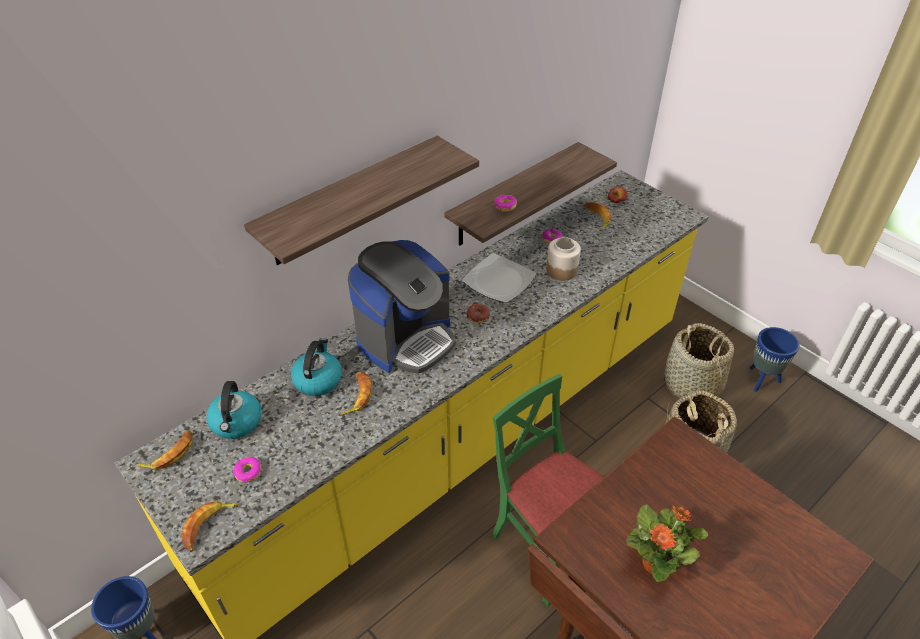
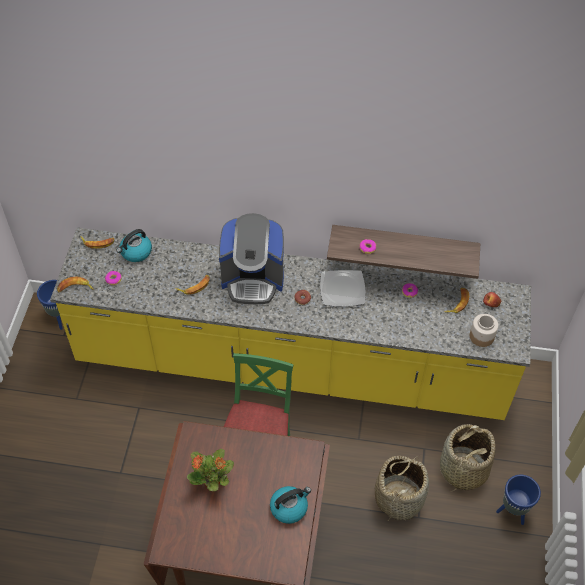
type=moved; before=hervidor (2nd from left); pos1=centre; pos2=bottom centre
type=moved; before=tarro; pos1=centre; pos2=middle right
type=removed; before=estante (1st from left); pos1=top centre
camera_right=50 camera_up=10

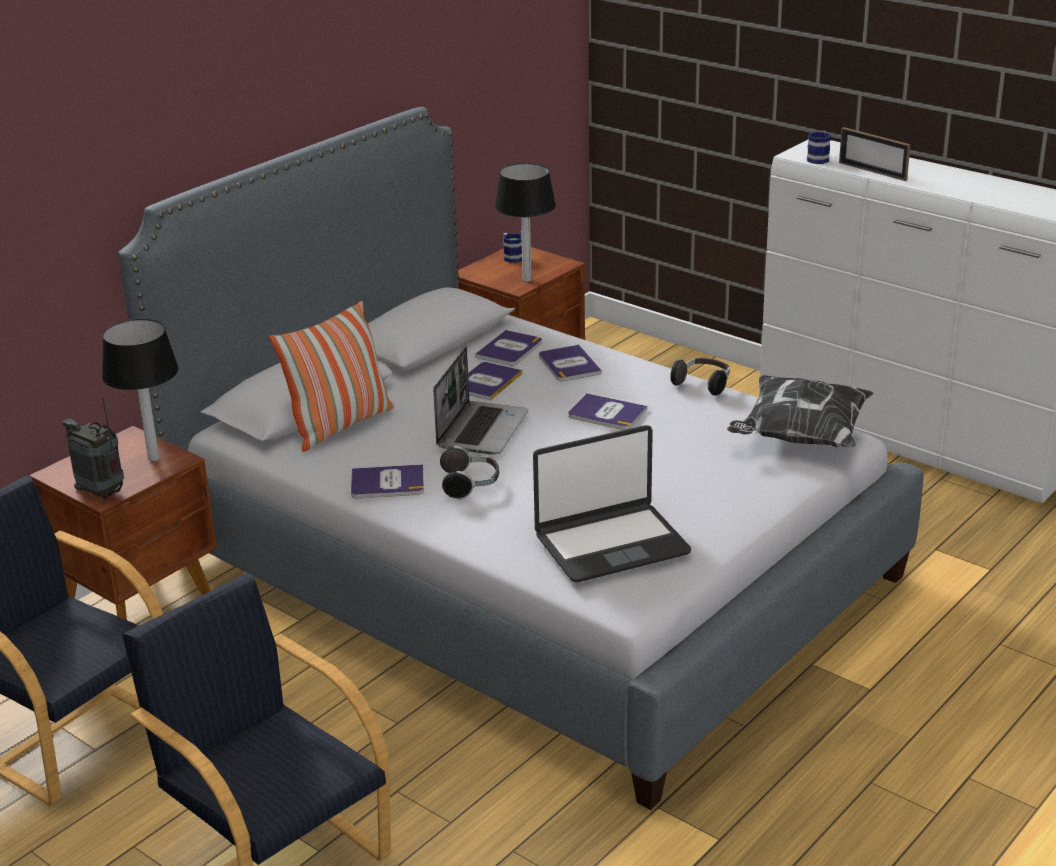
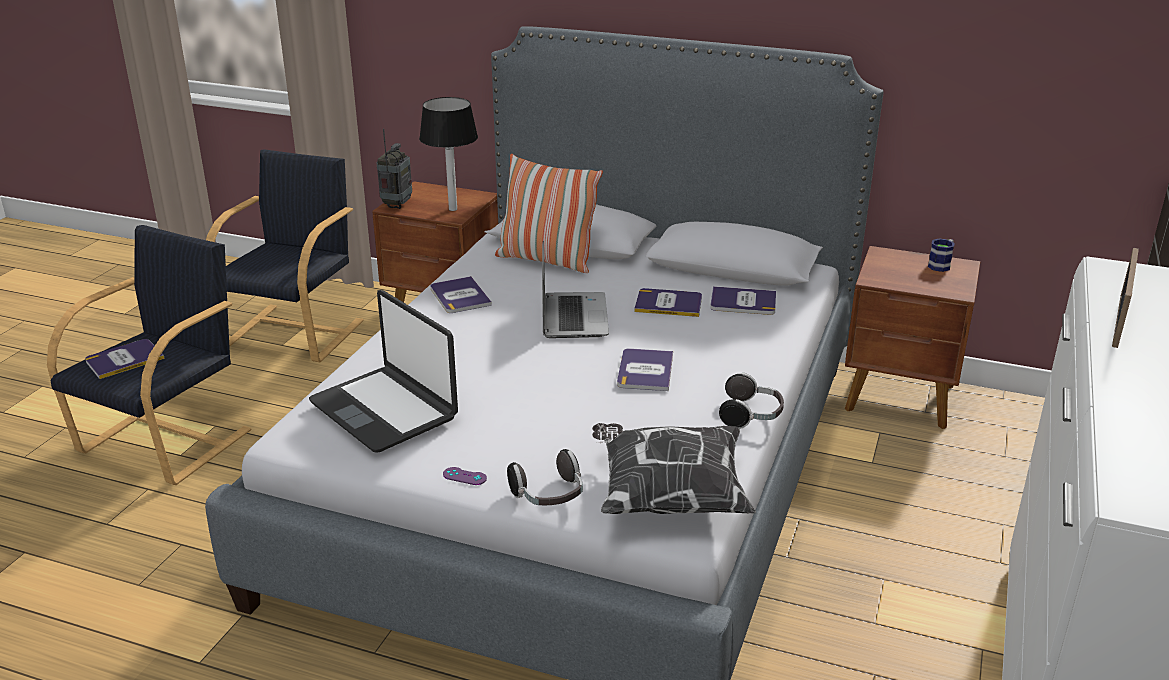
type=moved; before=libro (4th from left in the first image); after=libro (1st from left); pos1=centre; pos2=middle left
type=added; after=mando de consola/morado; pos2=bottom centre
type=moved; before=auriculares (1st from left); pos1=centre; pos2=bottom centre
type=turned; before=portátil (1st from left in the first image); pos1=centre; pos2=centre; turn=-90
type=removed; before=lámpara de mesa (2nd from left); pos1=top centre
type=removed; before=taza grande (2nd from left); pos1=top right
camera_right=70 camera_up=0

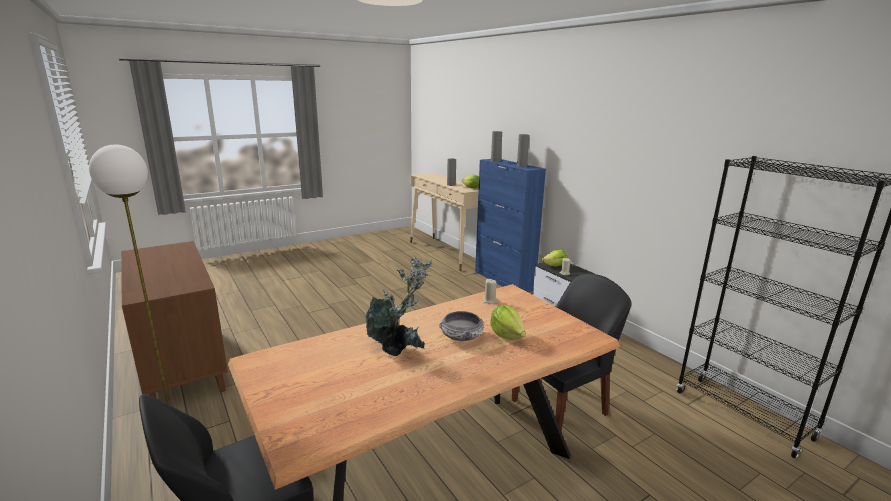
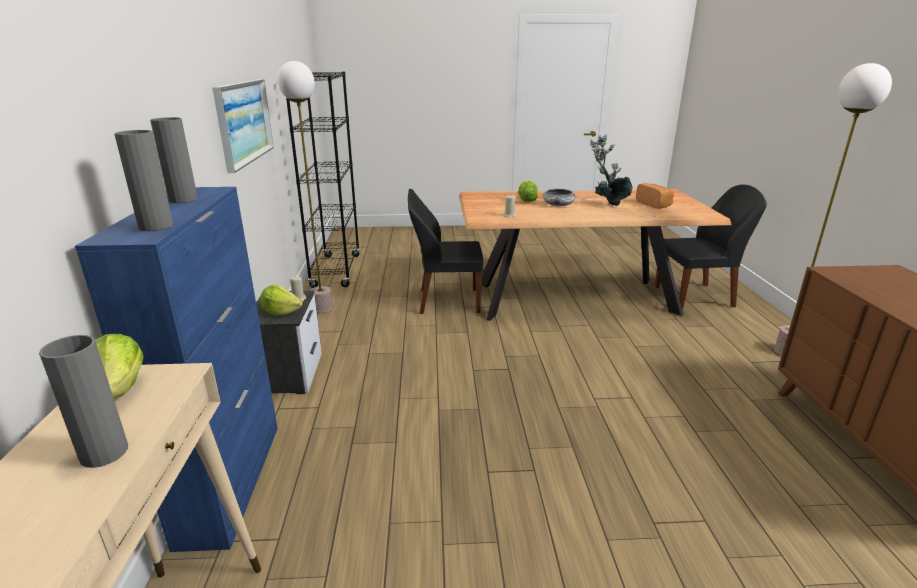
type=added; after=cuadro; pos2=top left
type=added; after=lámpara de pie (1st from left); pos2=top left
type=added; after=pan; pos2=middle right
camera_right=-150 camera_up=5

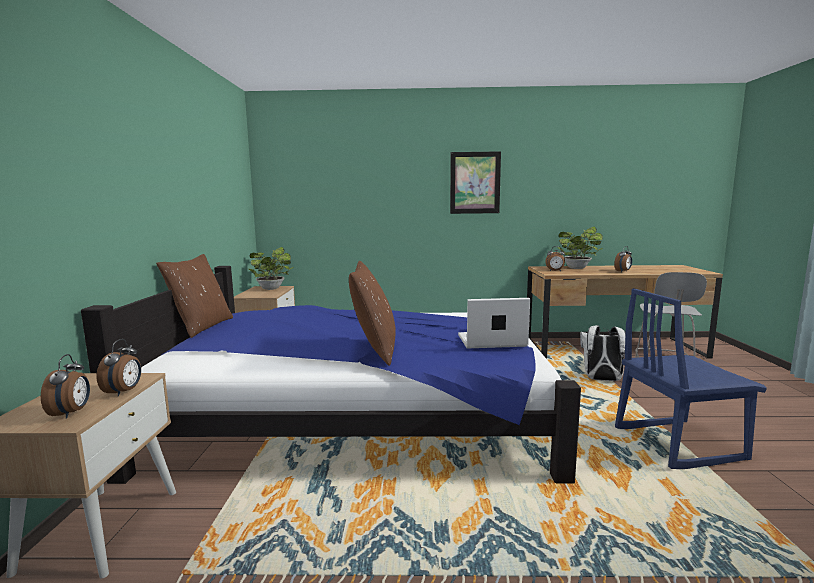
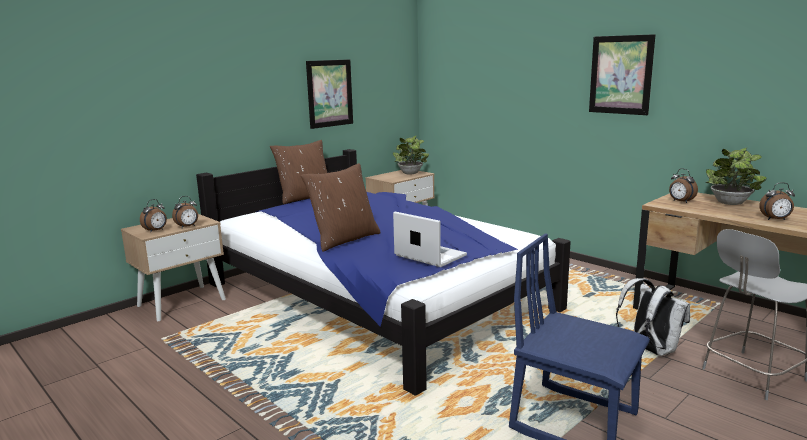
type=added; after=cuadro (1st from left); pos2=top centre
camera_right=45 camera_up=5

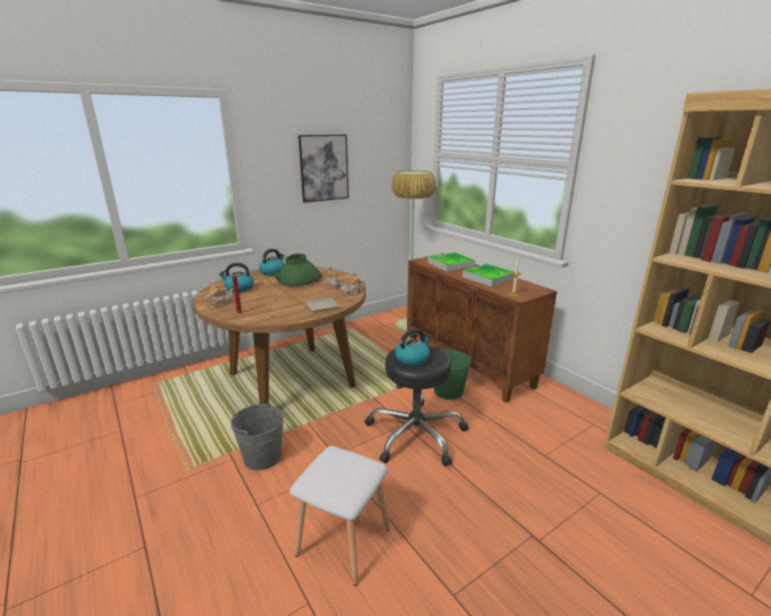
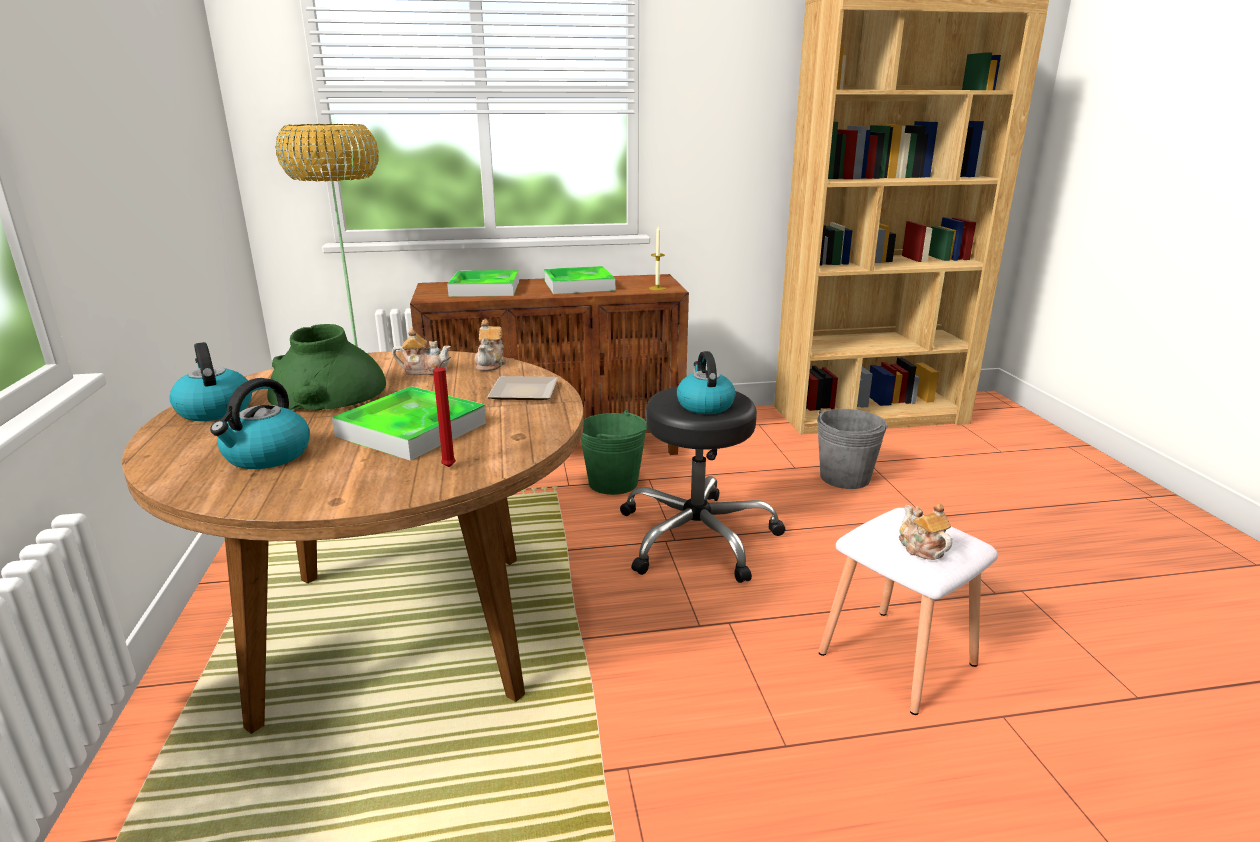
type=added; after=bandeja (1st from left); pos2=middle left
type=moved; before=cubo/gris; pos1=bottom centre; pos2=middle right
type=moved; before=tetera (1st from left in the first image); after=tetera (3rd from left); pos1=middle left; pos2=middle right
type=removed; before=cuadro; pos1=top centre
camera_right=-65 camera_up=0

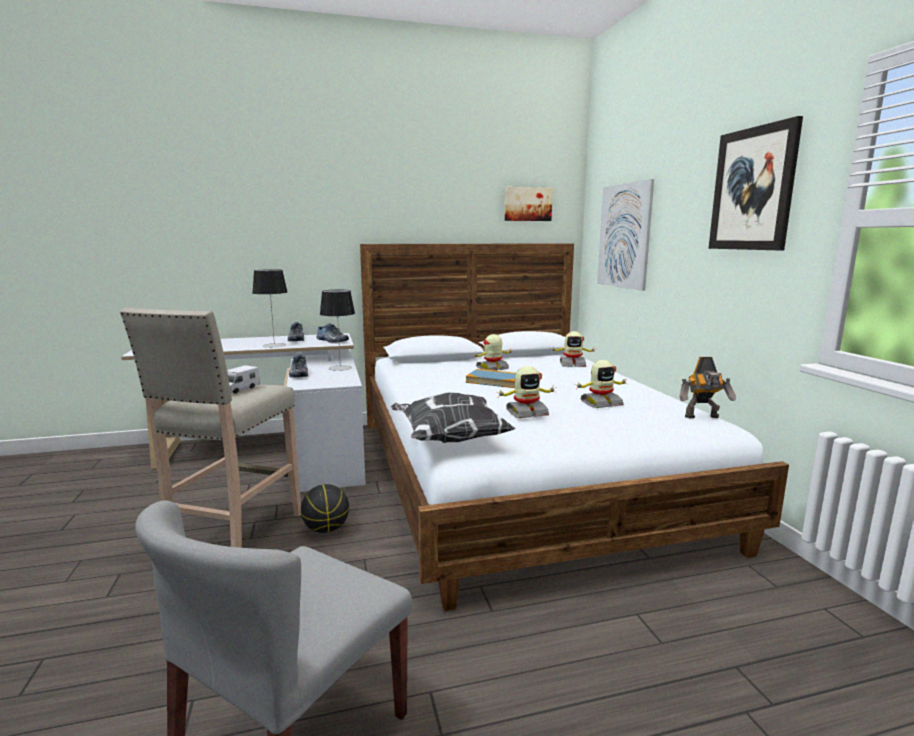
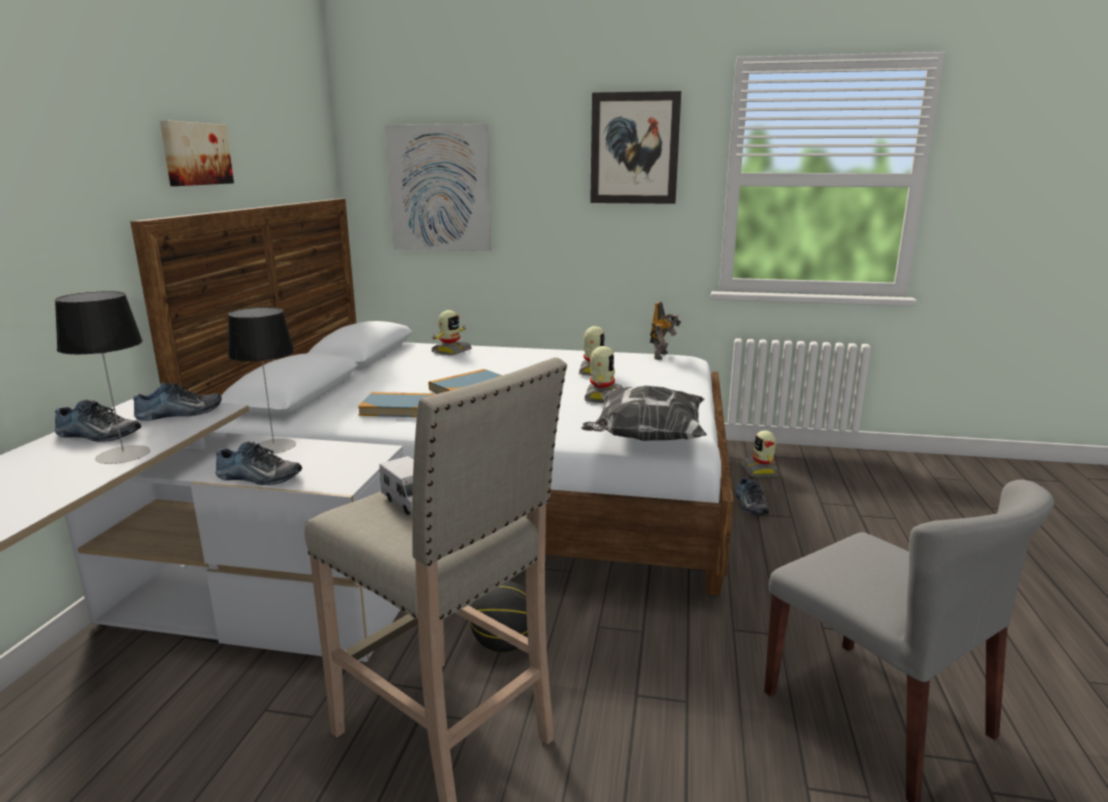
type=moved; before=cuadro (1st from left); pos1=top centre; pos2=top left
type=added; after=libro (1st from left); pos2=centre
type=added; after=zapato (4th from left); pos2=middle right
type=moved; before=robot de juguete (1st from left in the first image); after=robot de juguete (5th from left); pos1=centre; pos2=middle right
camera_right=-65 camera_up=5

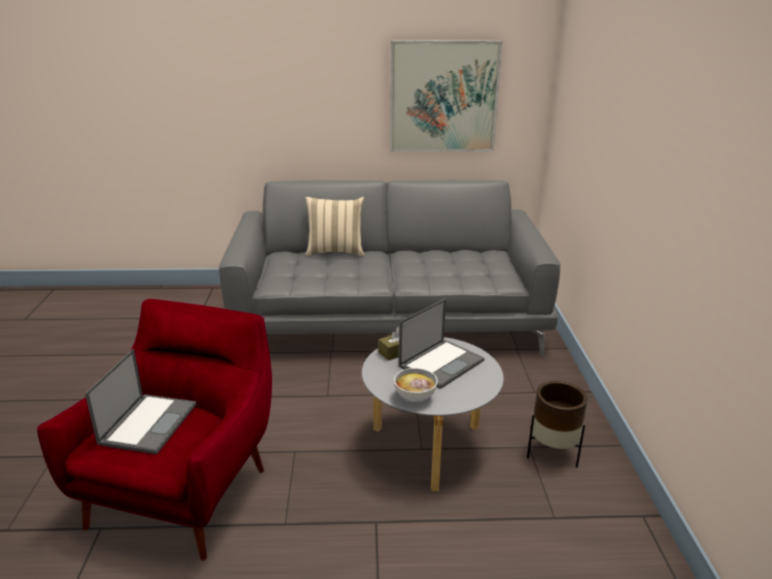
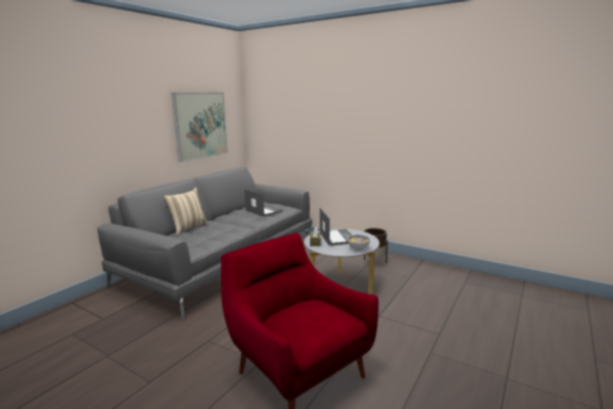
type=moved; before=portátil (1st from left); pos1=bottom left; pos2=centre
camera_right=-55 camera_up=-10

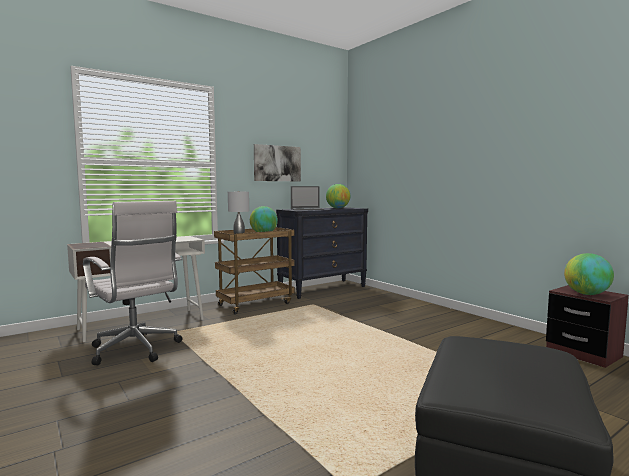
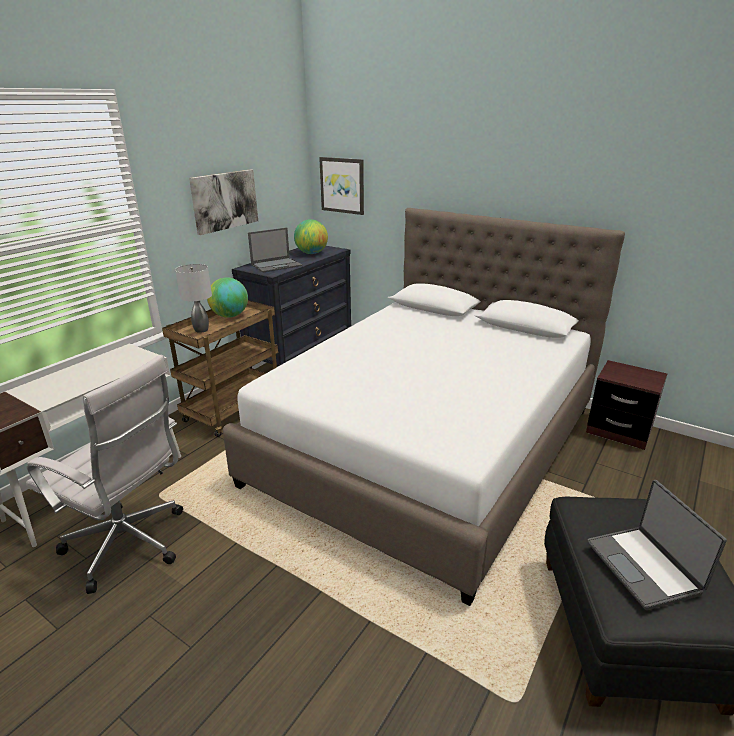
type=added; after=cama/blanco; pos2=centre
type=added; after=cuadro (2nd from left); pos2=top centre
type=added; after=portátil (2nd from left); pos2=bottom right
type=removed; before=globo terráqueo (3rd from left); pos1=middle right
camera_right=-20 camera_up=20

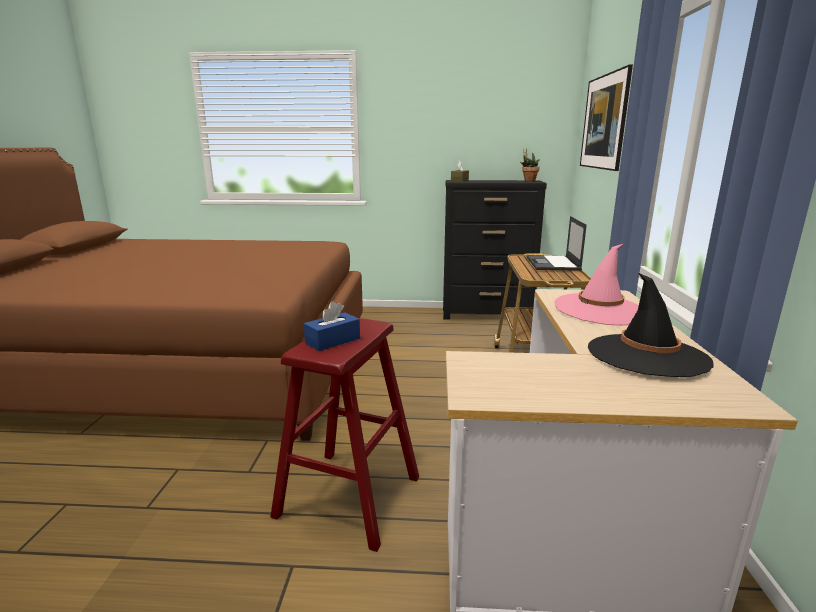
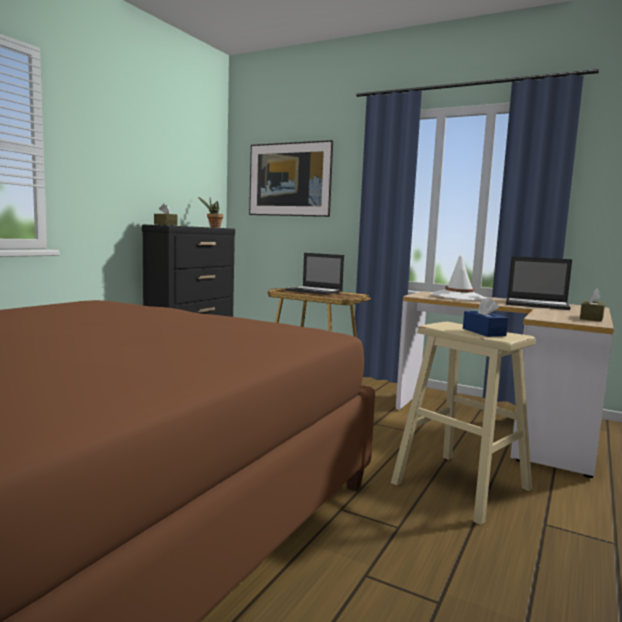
type=recoloured; before=taburete/rojo; after=taburete/beis; pos1=bottom centre; pos2=bottom right
type=recoloured; before=sombrero/rosa; after=sombrero/blanco; pos1=middle right; pos2=middle right
type=replaced; before=sombrero/negro; after=portátil (2nd from left); pos1=middle right; pos2=middle right
type=added; after=caja de pañuelos/marrón (2nd from left); pos2=middle right
camera_right=-65 camera_up=-10

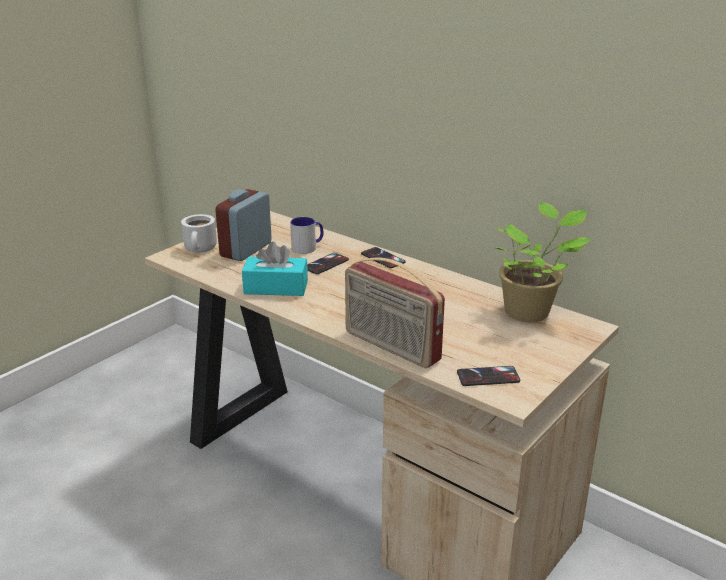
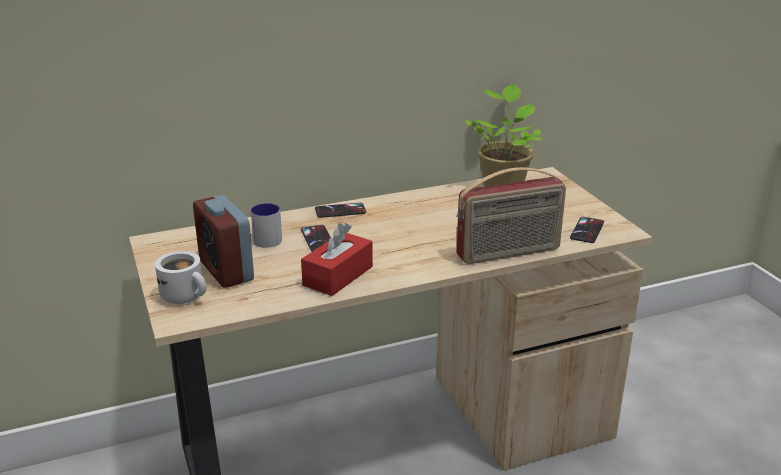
type=recoloured; before=caja de pañuelos/turquesa; after=caja de pañuelos/rojo; pos1=centre; pos2=centre
camera_right=-60 camera_up=0

